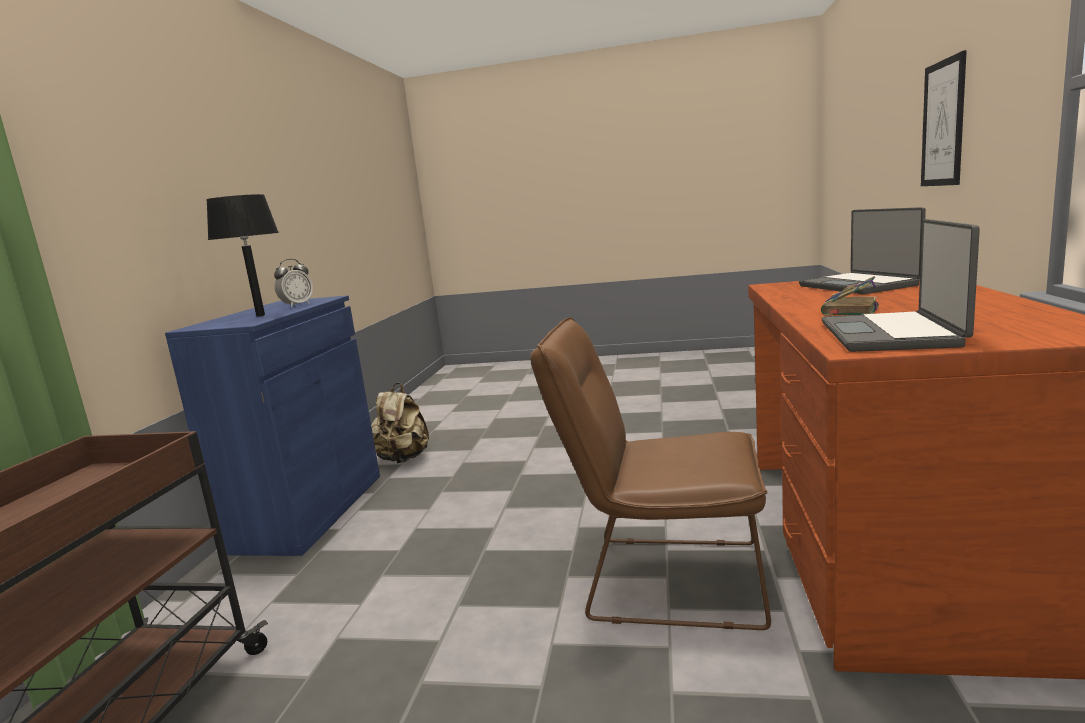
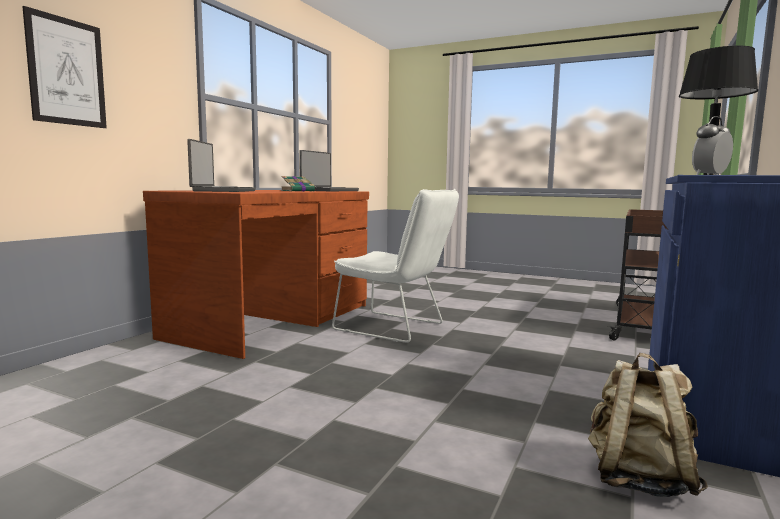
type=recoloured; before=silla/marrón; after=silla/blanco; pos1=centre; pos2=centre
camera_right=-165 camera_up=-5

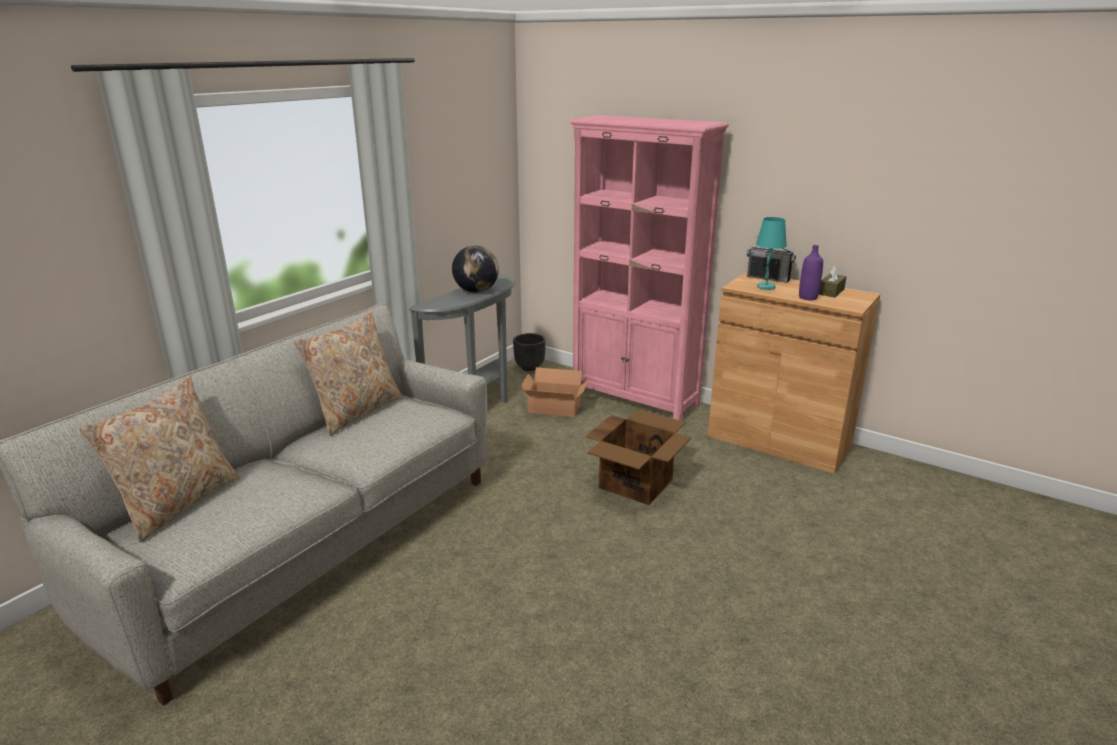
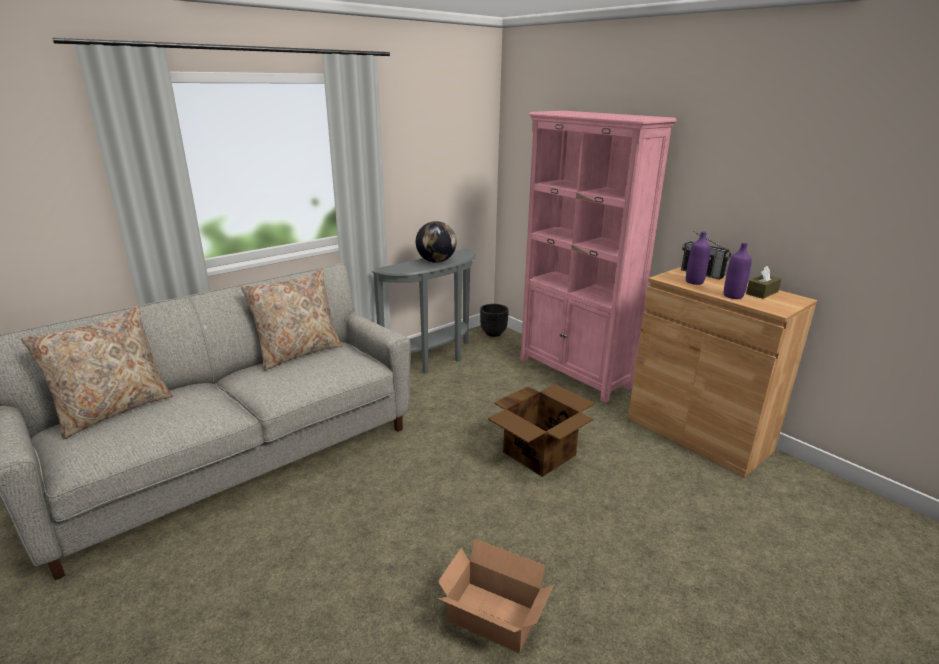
type=moved; before=caja de cartón (1st from left); pos1=centre; pos2=bottom centre
type=replaced; before=lámpara de mesa/turquesa; after=botella/morado (1st from left); pos1=middle right; pos2=middle right
camera_right=15 camera_up=0

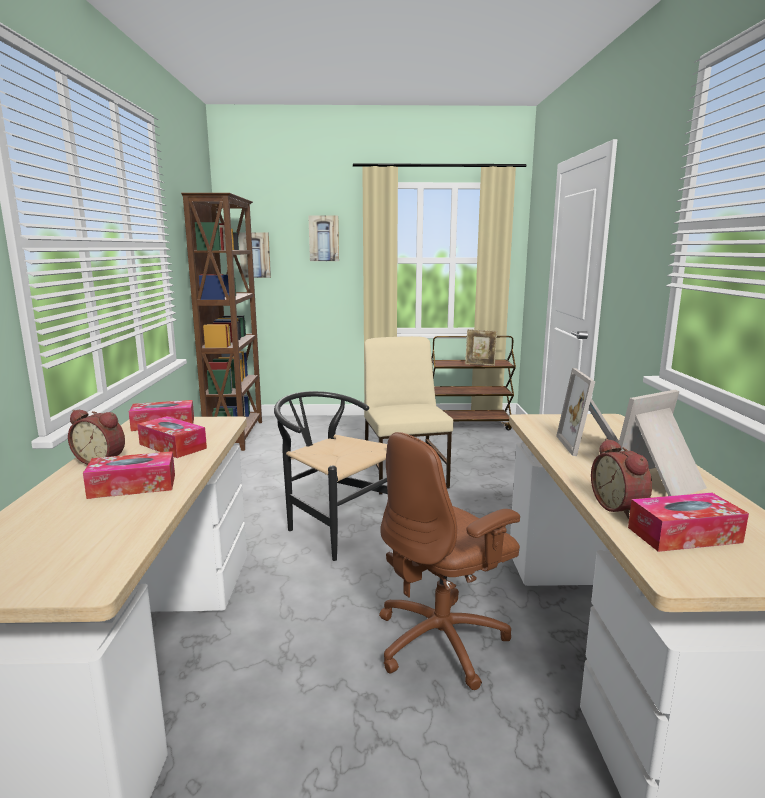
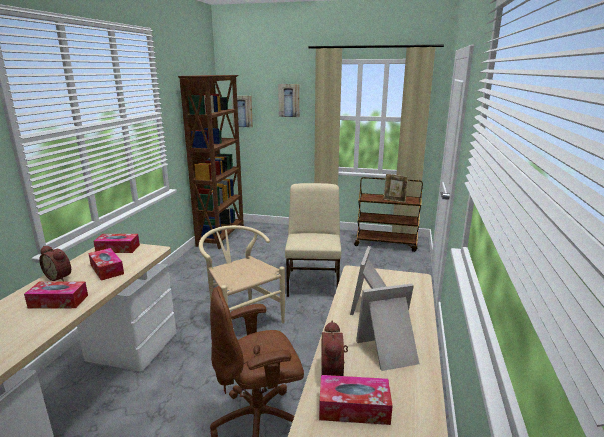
type=recoloured; before=silla/negro; after=silla/beis (1st from left); pos1=centre; pos2=centre
camera_right=15 camera_up=5

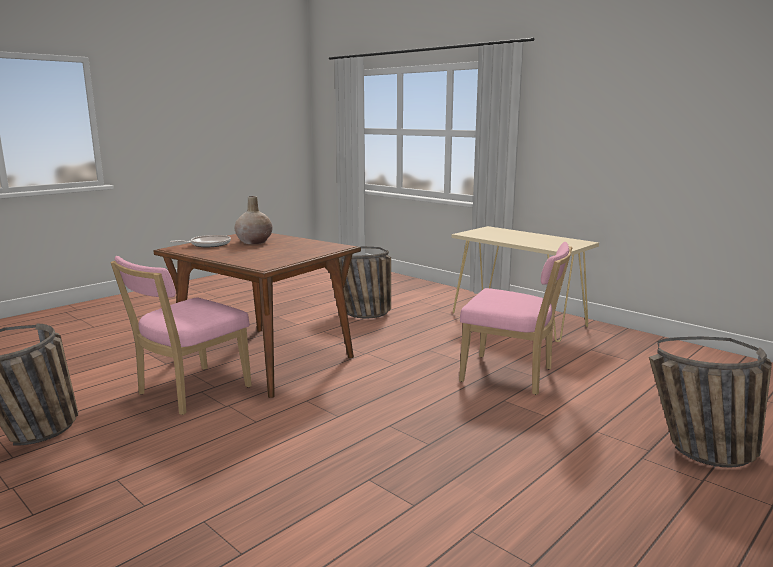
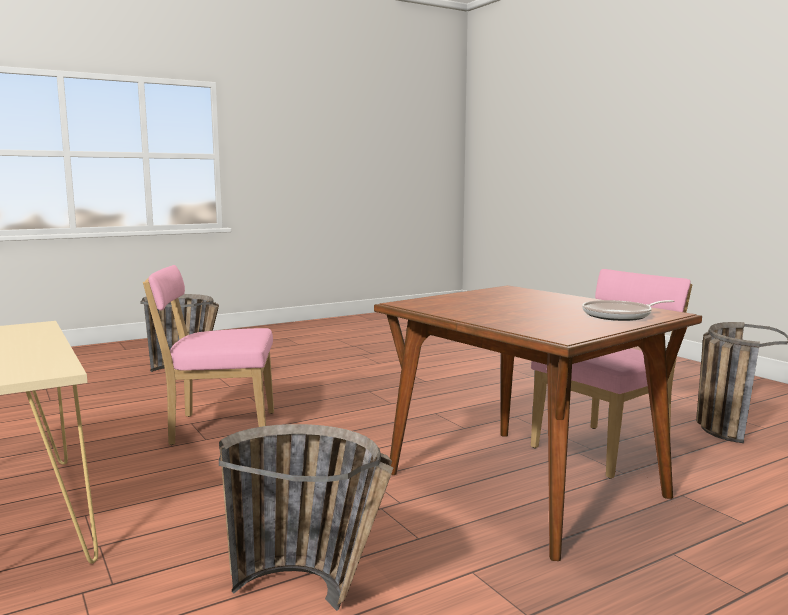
type=turned; before=silla/rosa (2nd from left in the first image); pos1=centre; pos2=middle left; turn=-45
type=removed; before=florero/beis; pos1=middle left
camera_right=-165 camera_up=-5

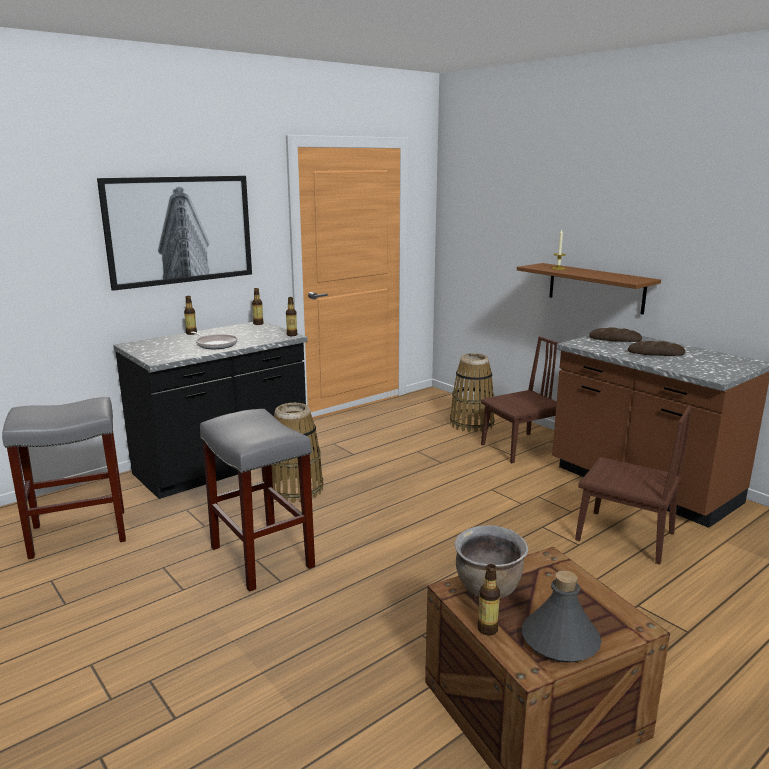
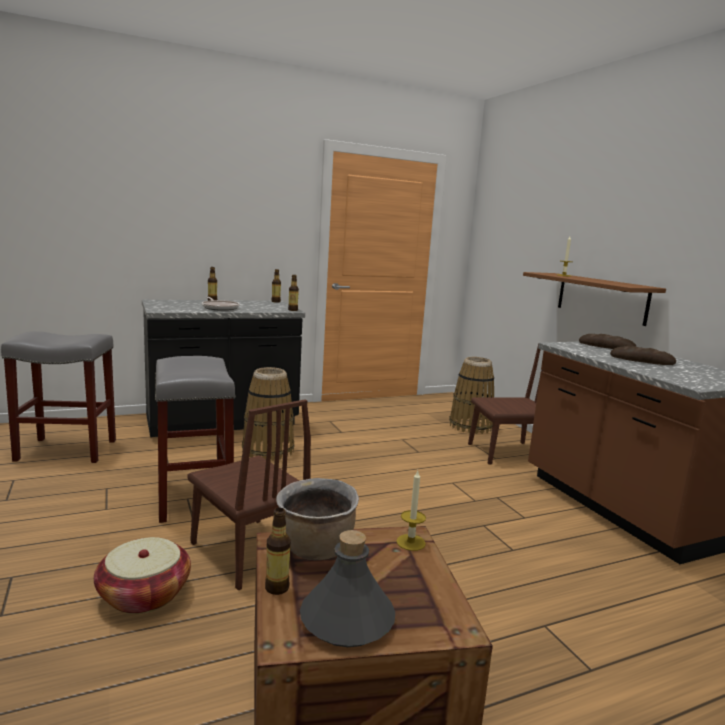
type=added; after=cesta (1st from left); pos2=bottom left
type=moved; before=silla/marrón (2nd from left in the first image); after=silla/marrón (1st from left); pos1=middle right; pos2=bottom centre
type=added; after=vela (1st from left); pos2=bottom centre
type=removed; before=cuadro; pos1=top left
camera_right=15 camera_up=-5

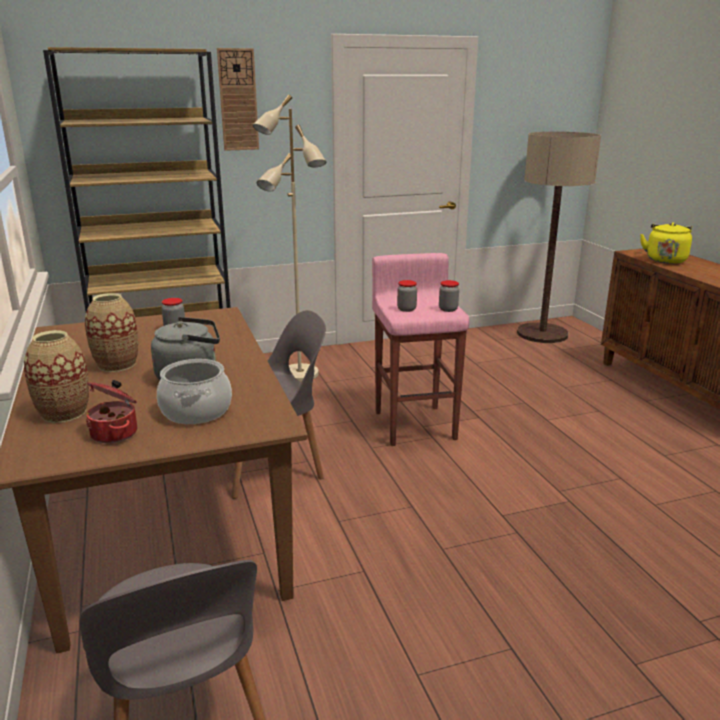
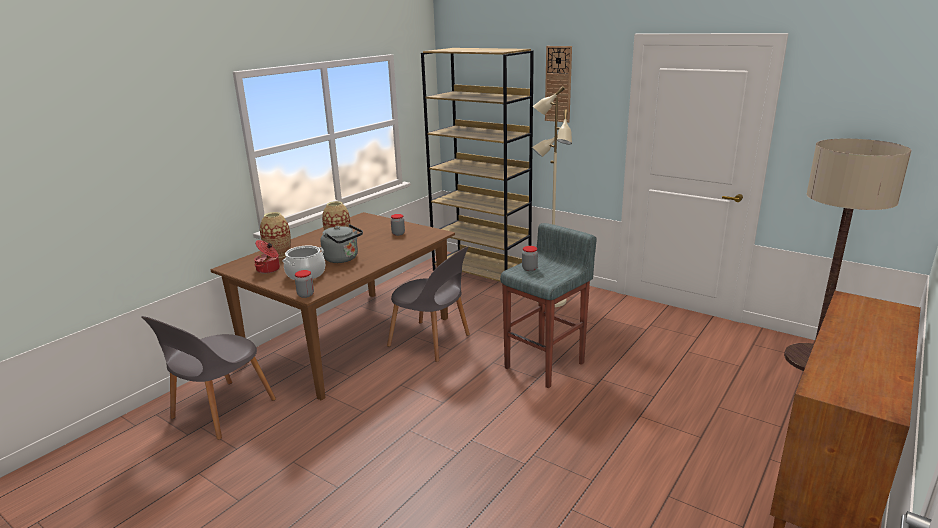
type=moved; before=tarro (3rd from left in the first image); after=tarro (1st from left); pos1=centre; pos2=middle left
type=recoloured; before=taburete/rosa; after=taburete/gris; pos1=centre; pos2=centre
type=removed; before=hervidor/amarillo; pos1=middle right
camera_right=55 camera_up=0

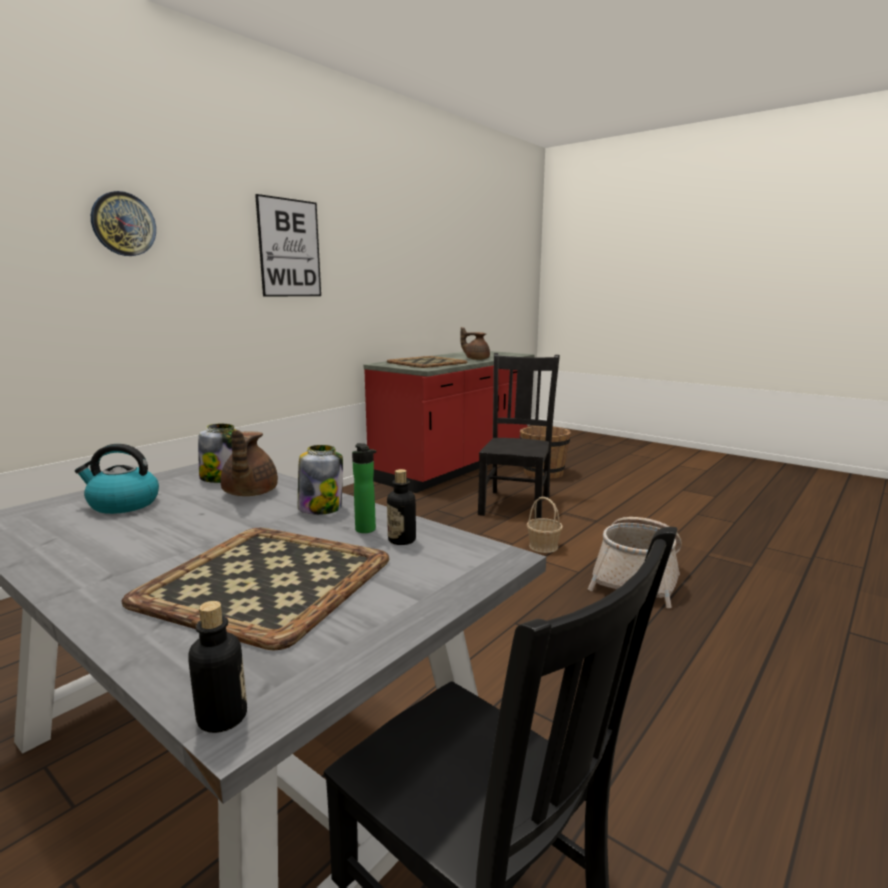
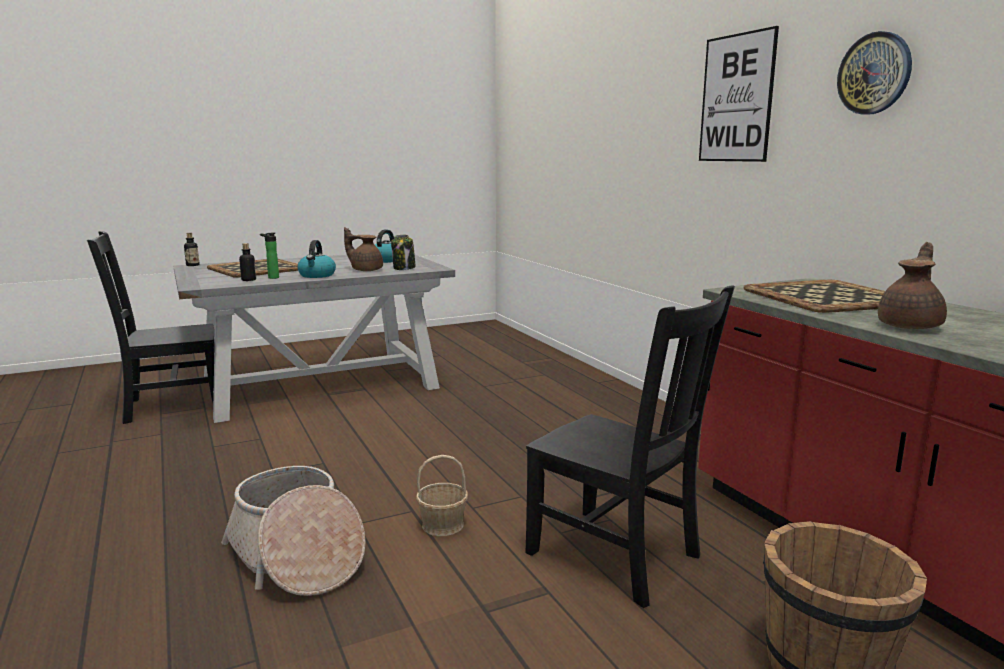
type=replaced; before=tarro (2nd from left); after=hervidor (1st from left); pos1=centre; pos2=middle left
type=moved; before=reloj de pared; pos1=top left; pos2=top right
camera_right=115 camera_up=0

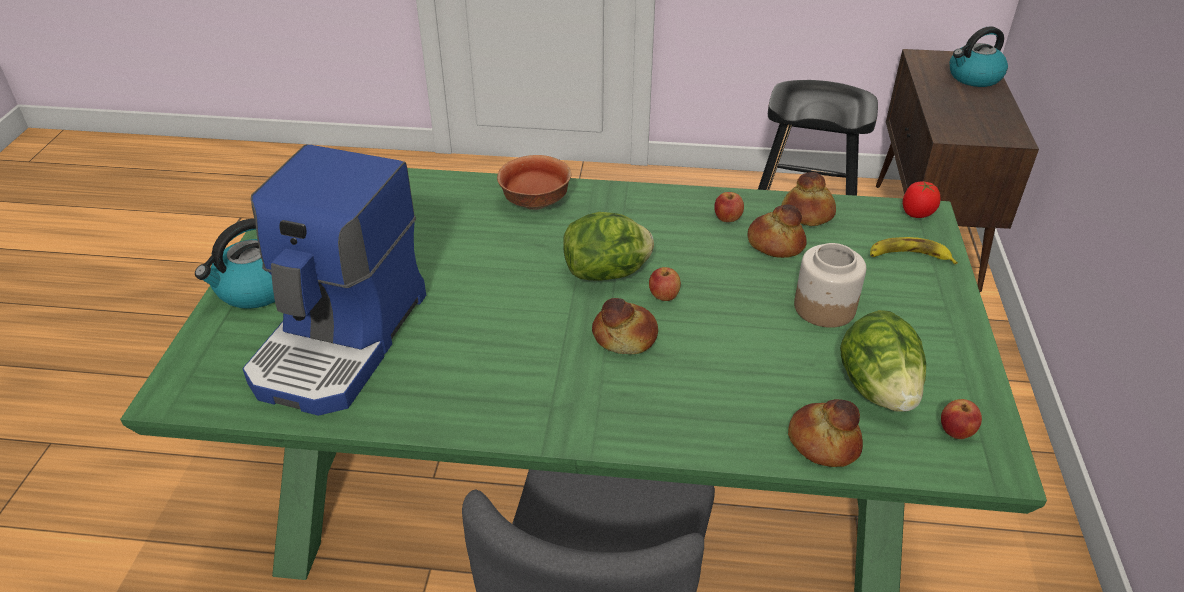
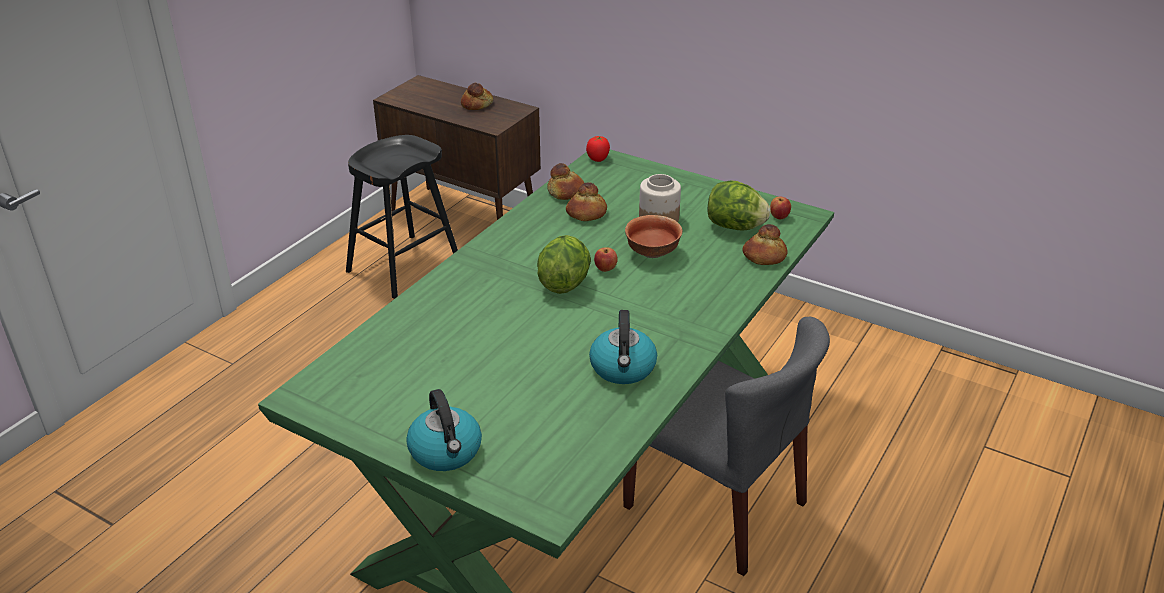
type=moved; before=pan (1st from left); pos1=centre; pos2=top centre
type=moved; before=hervidor (2nd from left); pos1=top right; pos2=centre
type=moved; before=cuenco; pos1=top centre; pos2=centre
type=removed; before=cafetera; pos1=middle left
type=removed; before=manzana (2nd from left); pos1=centre
type=removed; before=plátano; pos1=middle right
camera_right=-65 camera_up=-5

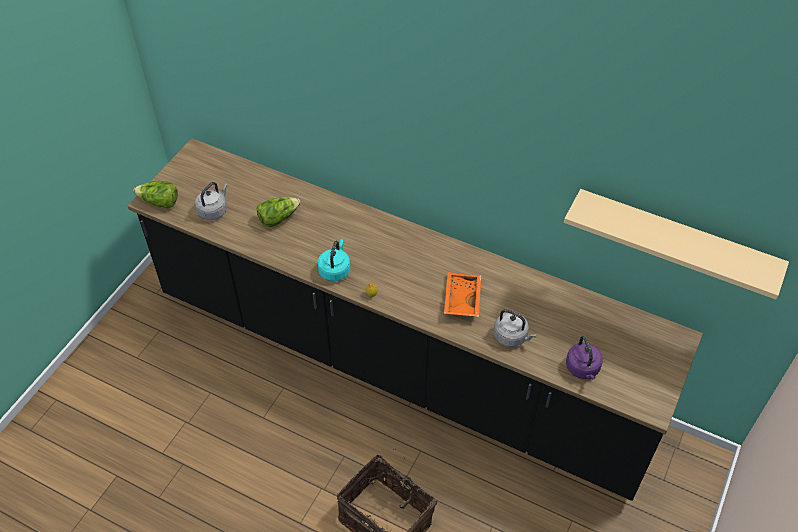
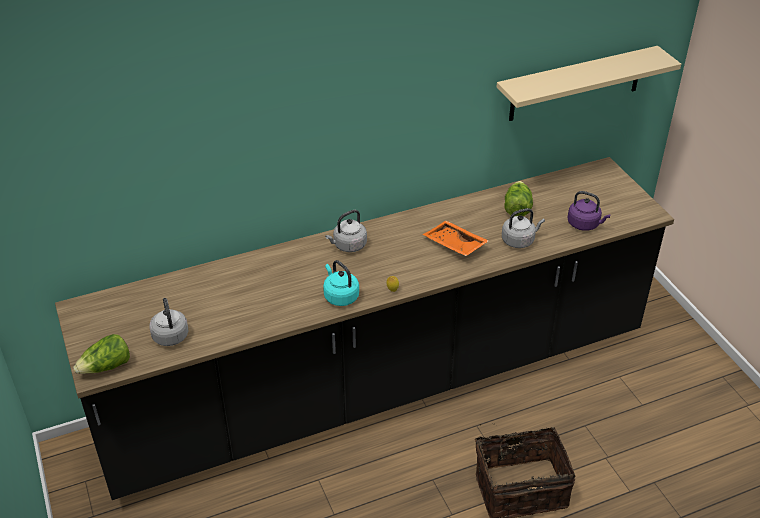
type=added; after=hervidor/gris (2nd from left); pos2=centre
type=moved; before=lechuga (2nd from left); pos1=centre; pos2=middle right
camera_right=-50 camera_up=-10

